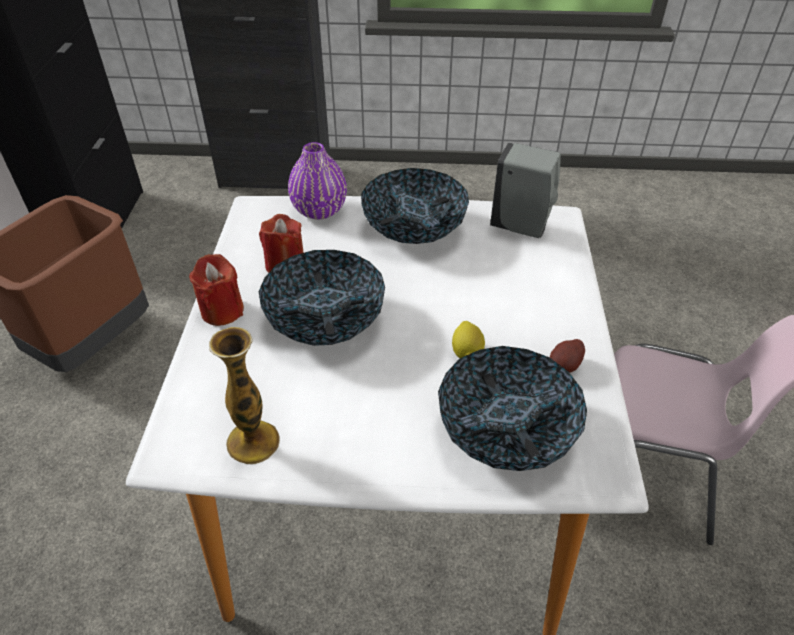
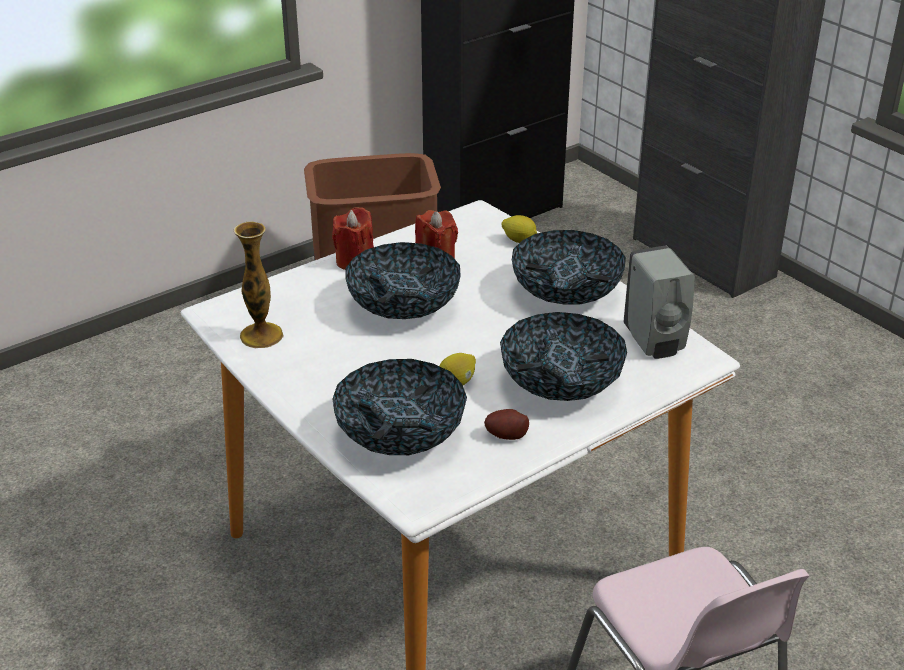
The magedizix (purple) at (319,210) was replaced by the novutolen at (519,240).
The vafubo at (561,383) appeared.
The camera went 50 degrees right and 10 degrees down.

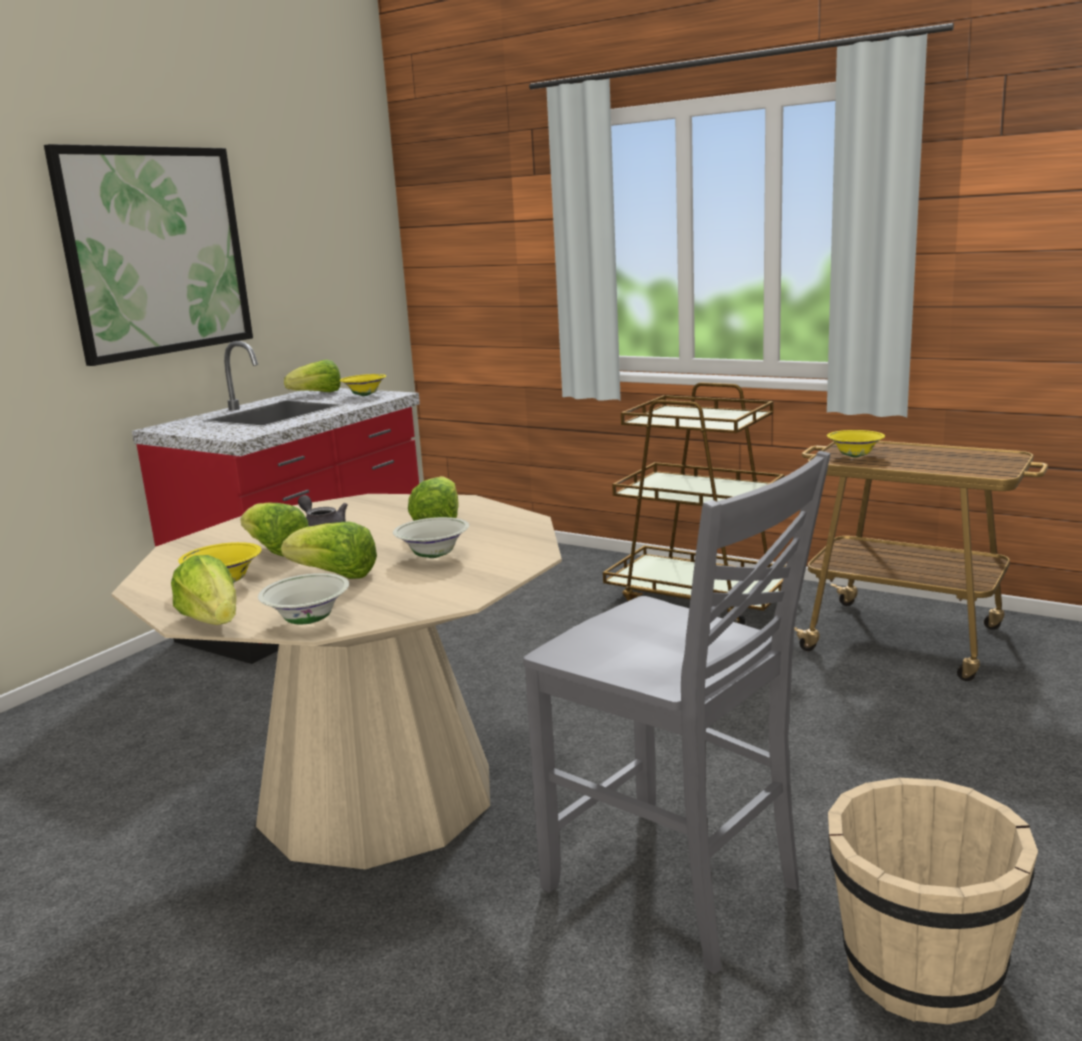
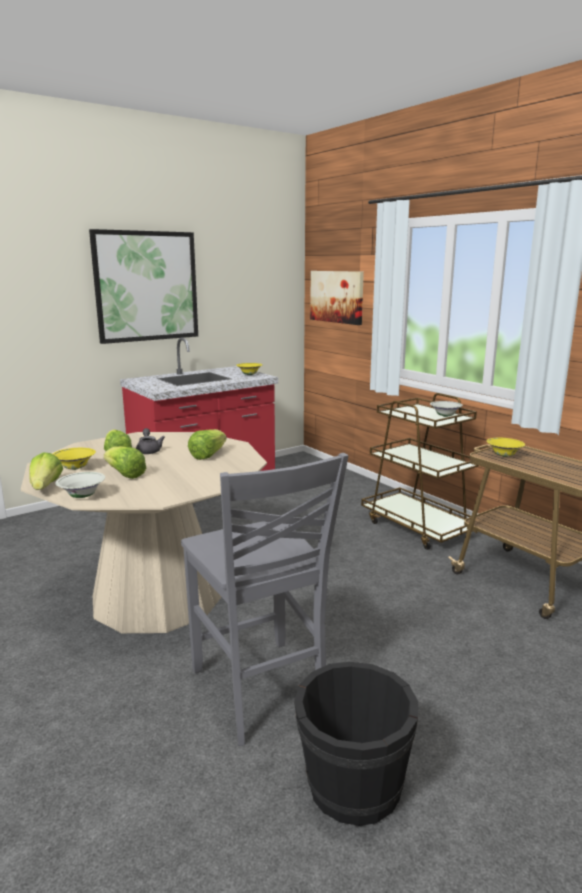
The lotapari at (317,394) disappeared.
The vafubo (white) moved from (434,556) to (445,416).
The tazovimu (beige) at (919,971) became the tazovimu (black) at (352,786).
The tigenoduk at (337,296) appeared.
The camera went 20 degrees right and 0 degrees up.

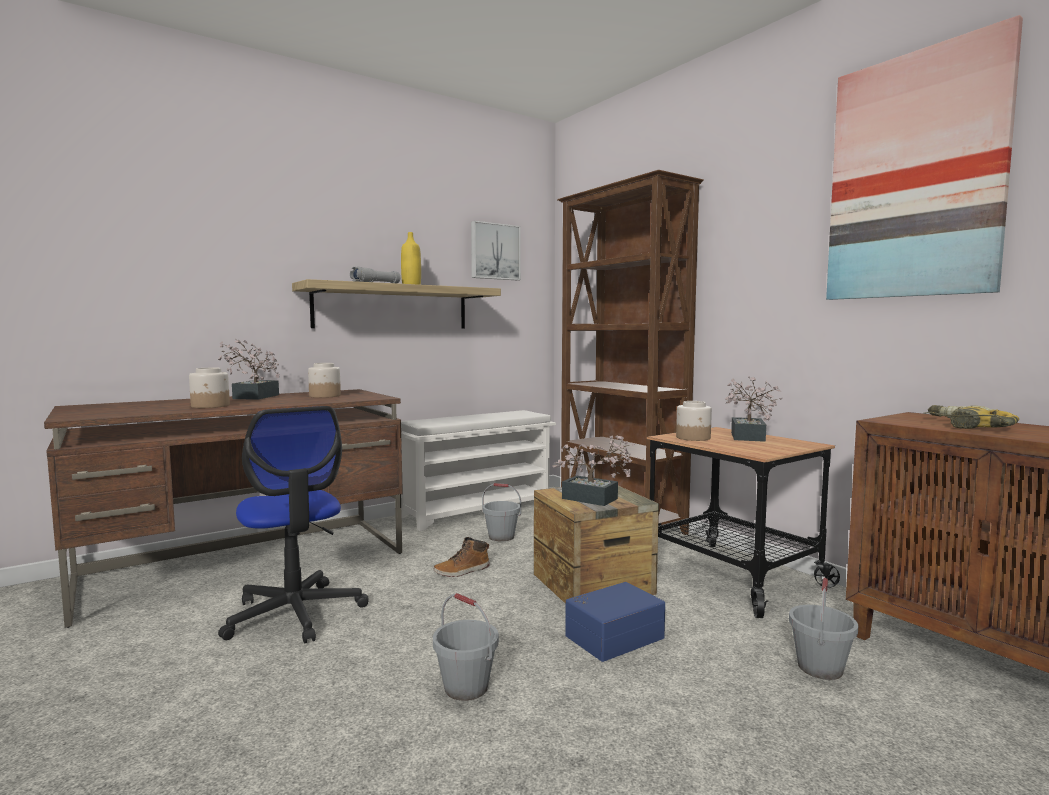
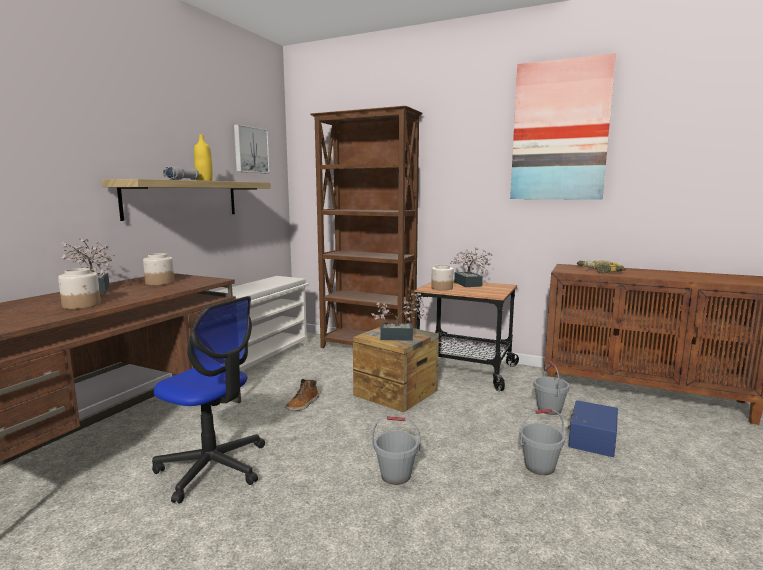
The tazovimu (grey) moved from (501,537) to (539,466).
The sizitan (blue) moved from (612,636) to (590,438).
The camera went 30 degrees left and 5 degrees up.

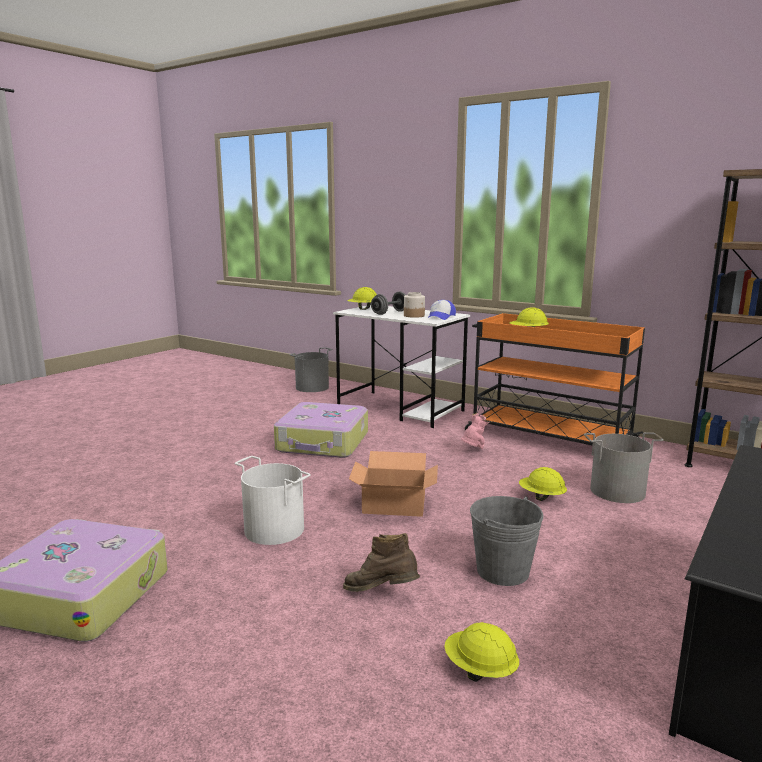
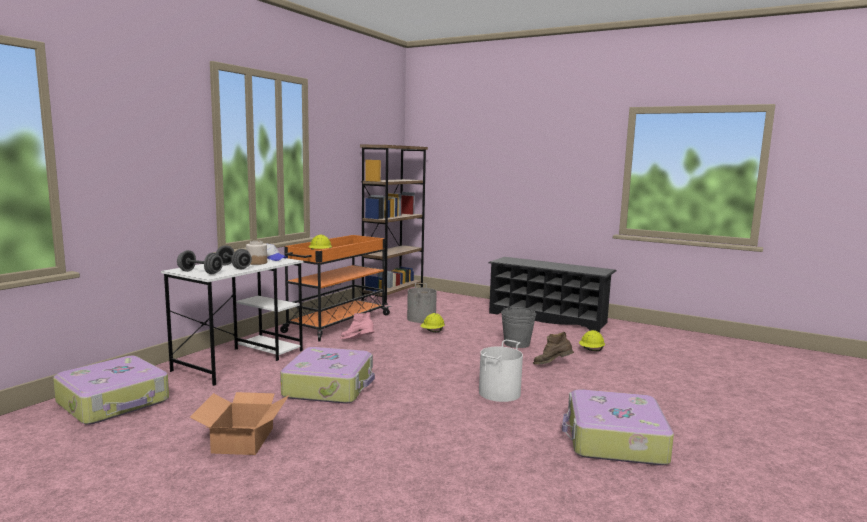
The tazovimu (grey) at (312,387) was replaced by the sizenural at (114,402).
The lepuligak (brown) at (381,593) turned 75 degrees clockwise.
The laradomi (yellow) at (363,309) was replaced by the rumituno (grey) at (200,272).
The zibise moved from (394,504) to (244,440).
The camera went 95 degrees left and 5 degrees down.

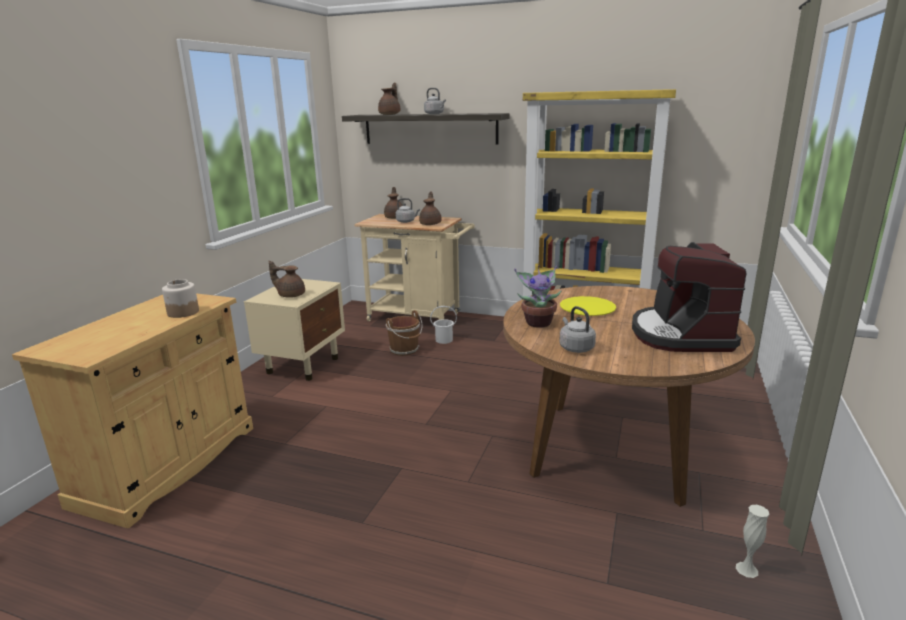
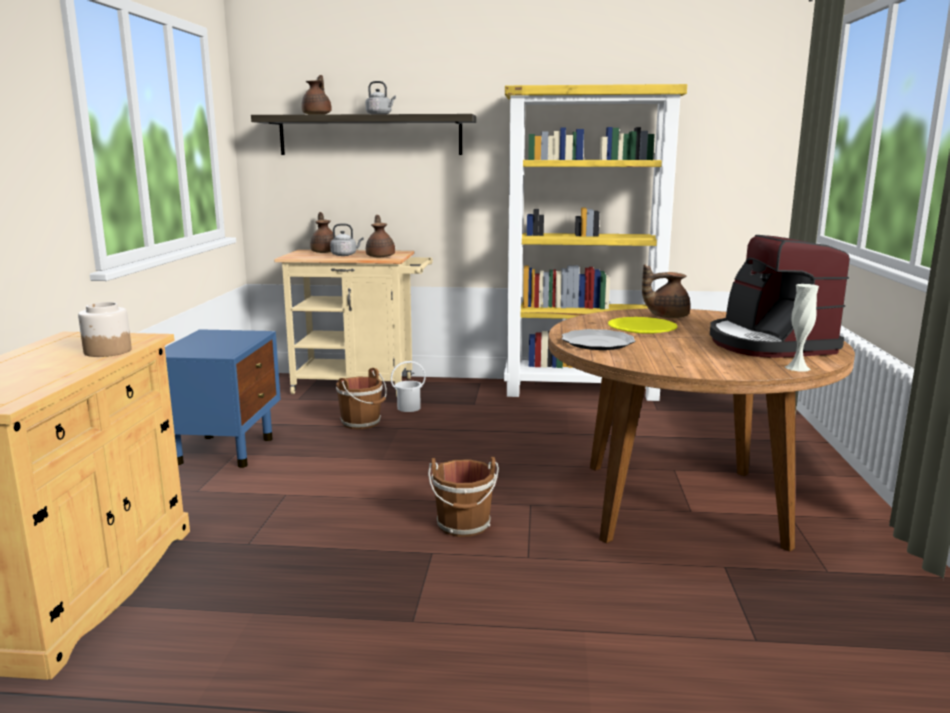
The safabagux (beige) at (303,365) became the safabagux (blue) at (225,450).
The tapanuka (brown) moved from (290,295) to (666,316).
The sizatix at (538,322) was replaced by the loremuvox at (598,342).
The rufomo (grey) at (575,348) disappeared.
The magedizix (white) moved from (746,569) to (797,368).
The tazovimu (brown) at (464,525) appeared.
The camera went 15 degrees left and 5 degrees down.

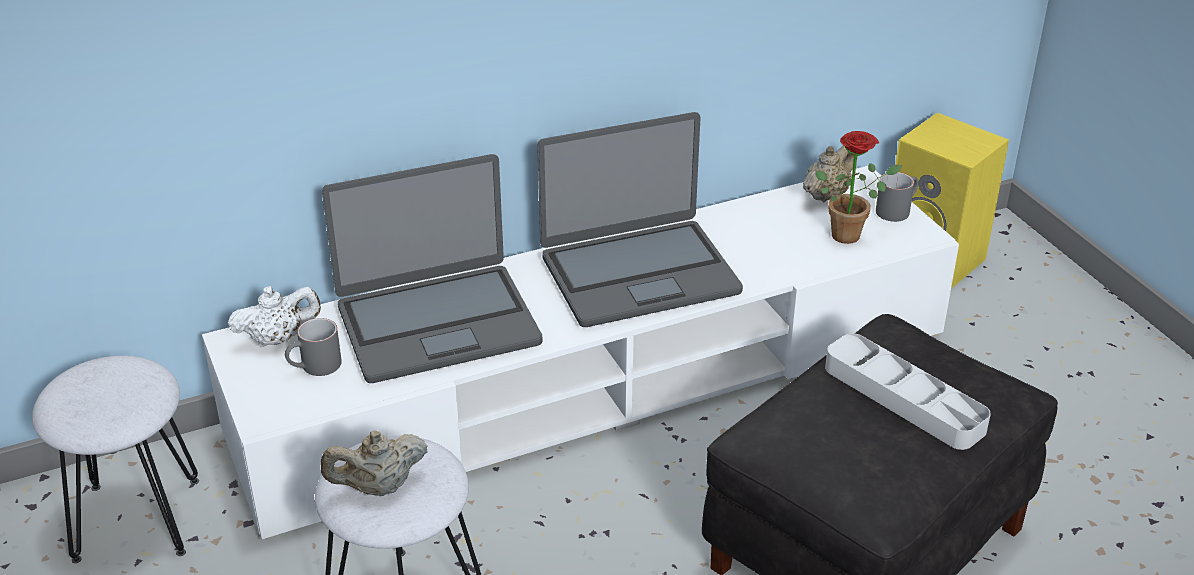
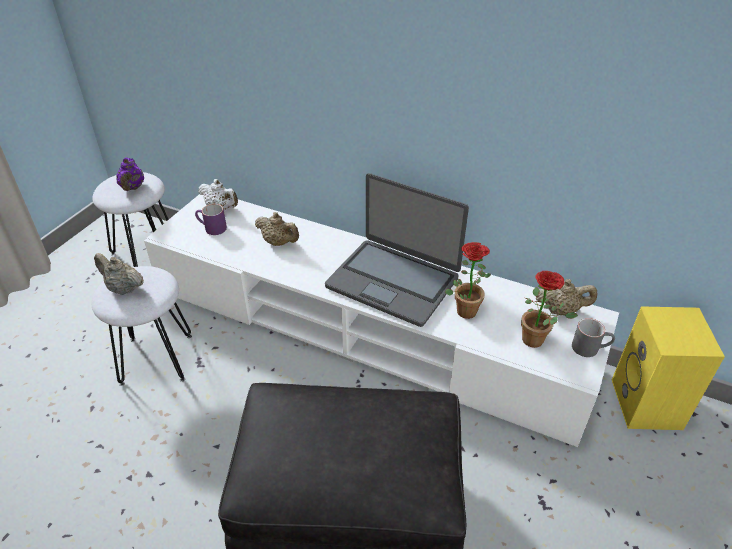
The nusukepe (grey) at (315,368) became the nusukepe (purple) at (211,228).
The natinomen at (437,323) was replaced by the tapanuka (beige) at (279,243).
The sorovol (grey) at (903,398) disappeared.
The tapanuka (purple) at (132,188) appeared.
The sizatix at (465,308) appeared.
The camera went 50 degrees right and 5 degrees up.

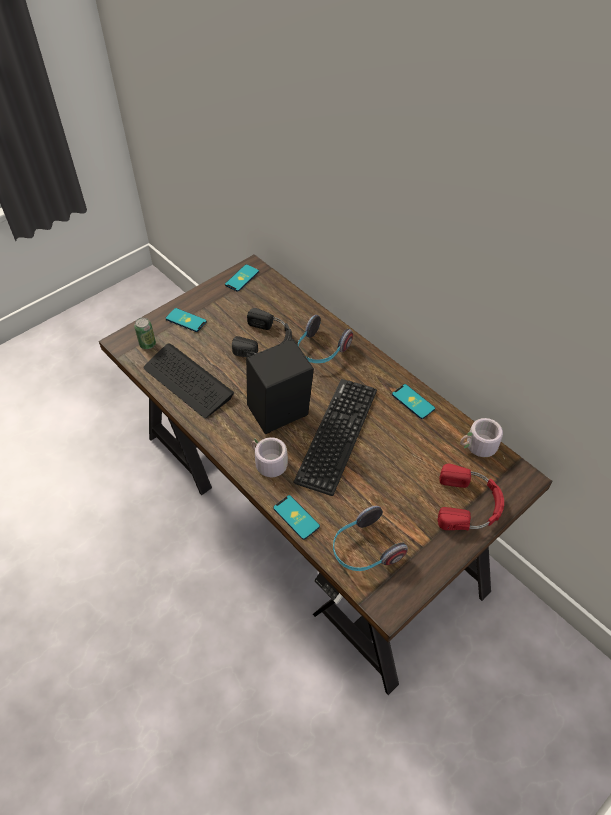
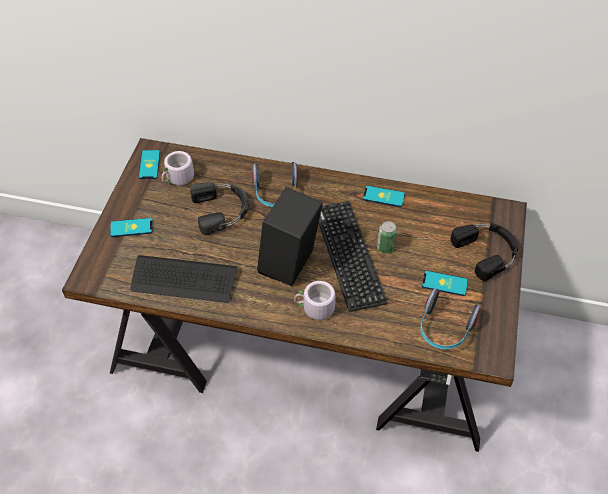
The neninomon moved from (147,344) to (385,247).
The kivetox moved from (296,517) to (444,283).
The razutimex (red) at (469,504) became the razutimex (black) at (487,251).
The nusukepe (grey) moved from (478,448) to (179,179).
The camera went 35 degrees left and 0 degrees up.

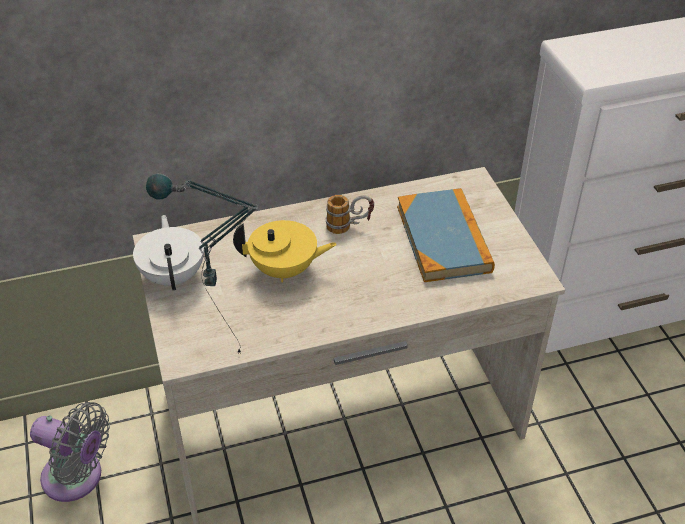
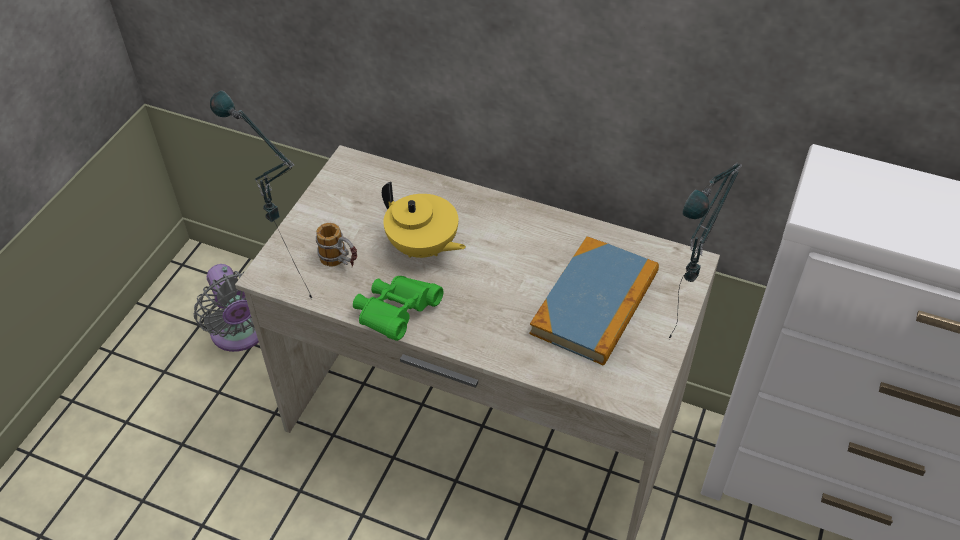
The tapanuka (white) at (173,275) disappeared.
The nusukepe moved from (349,227) to (341,263).
The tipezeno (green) at (396,314) appeared.
The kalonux at (674,353) appeared.
The camera went 40 degrees right and 5 degrees up.

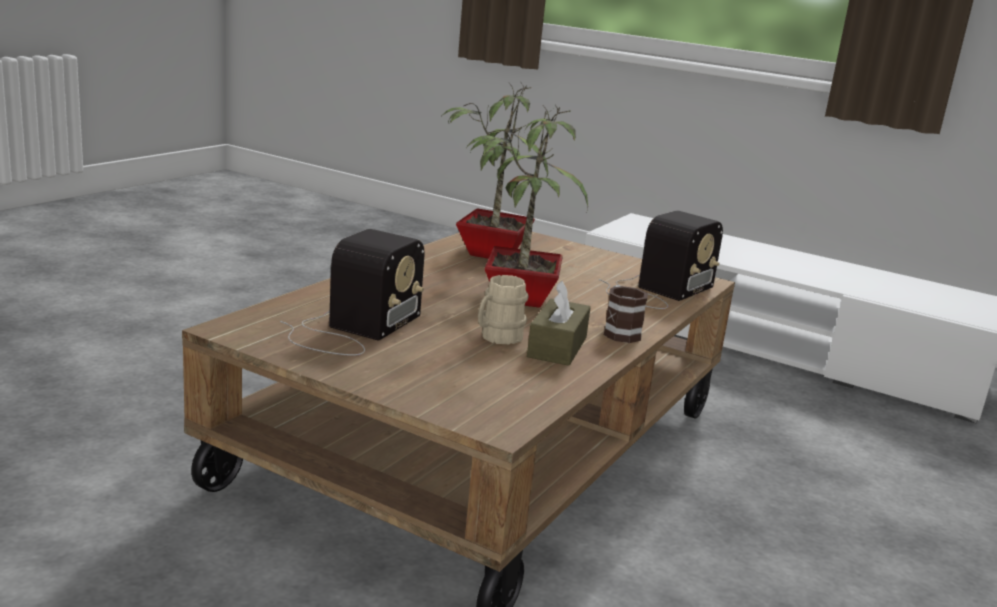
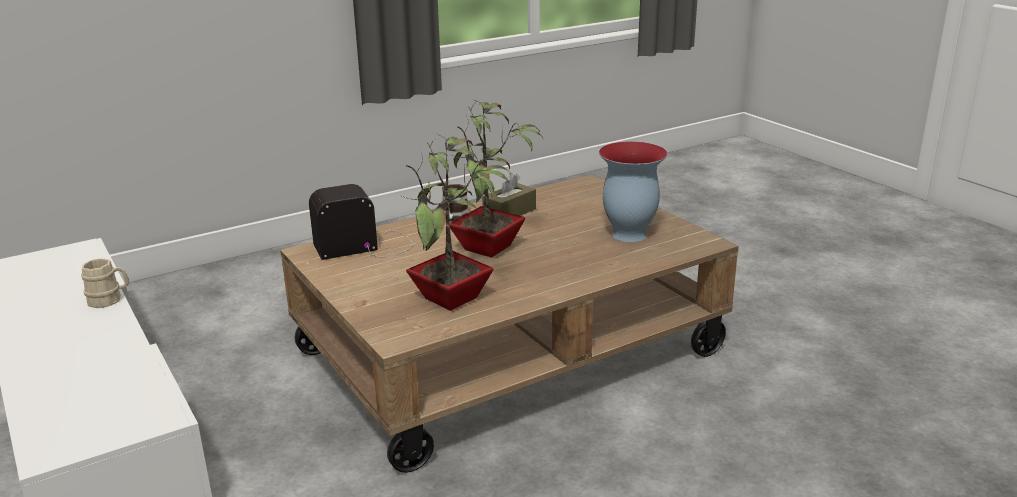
The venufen at (352,329) was replaced by the magedizix at (629,235).
The nusukepe (beige) moved from (497,337) to (109,300).
The camera went 150 degrees left and 5 degrees up.

